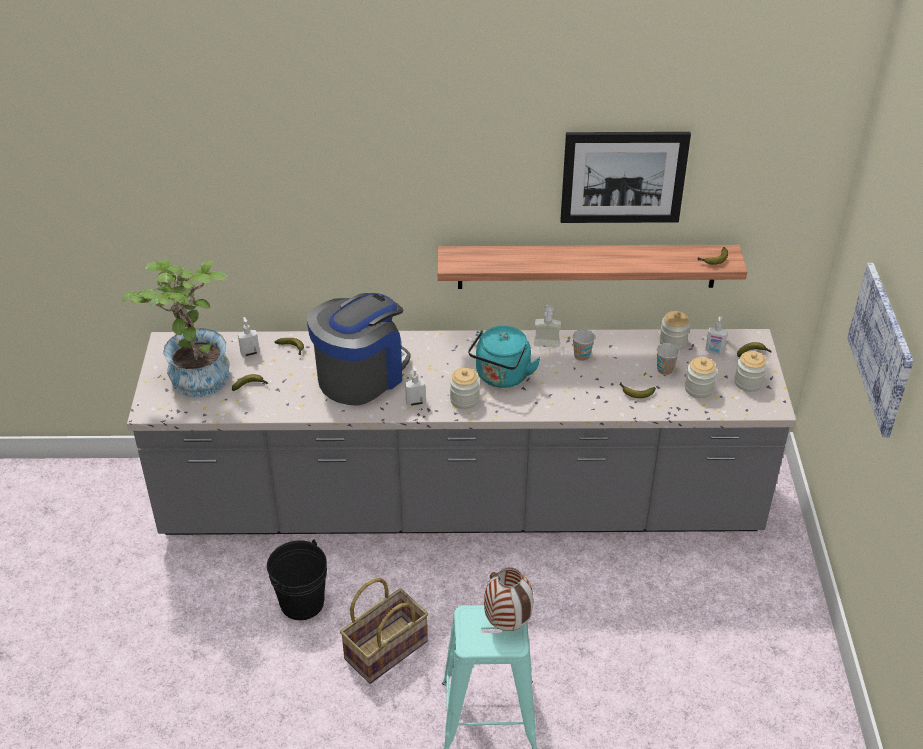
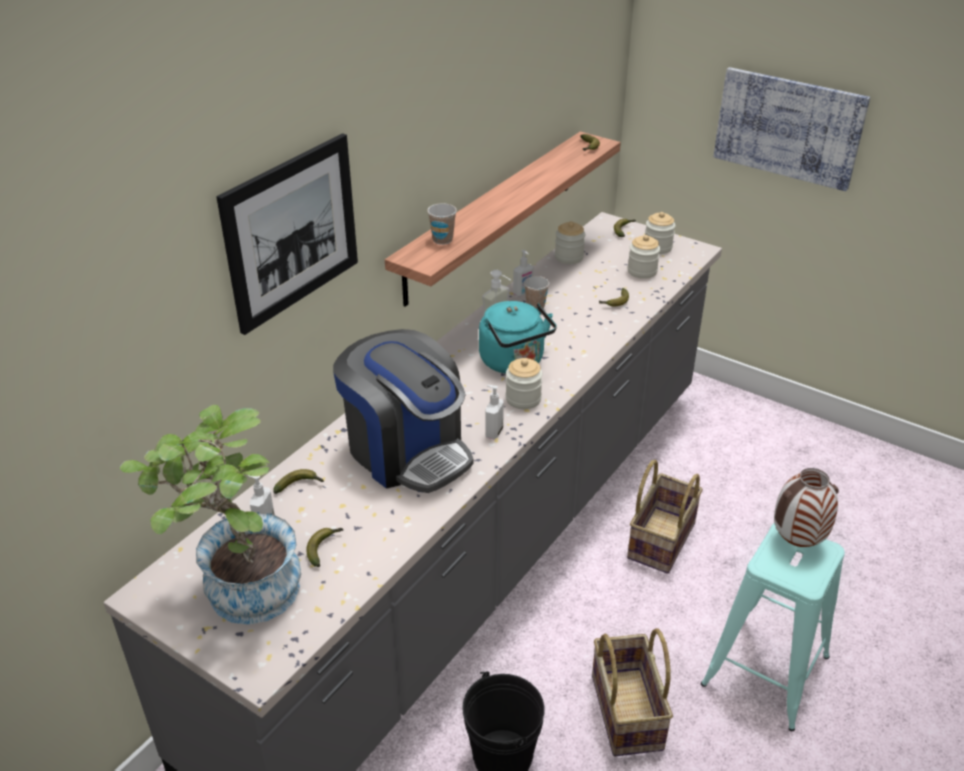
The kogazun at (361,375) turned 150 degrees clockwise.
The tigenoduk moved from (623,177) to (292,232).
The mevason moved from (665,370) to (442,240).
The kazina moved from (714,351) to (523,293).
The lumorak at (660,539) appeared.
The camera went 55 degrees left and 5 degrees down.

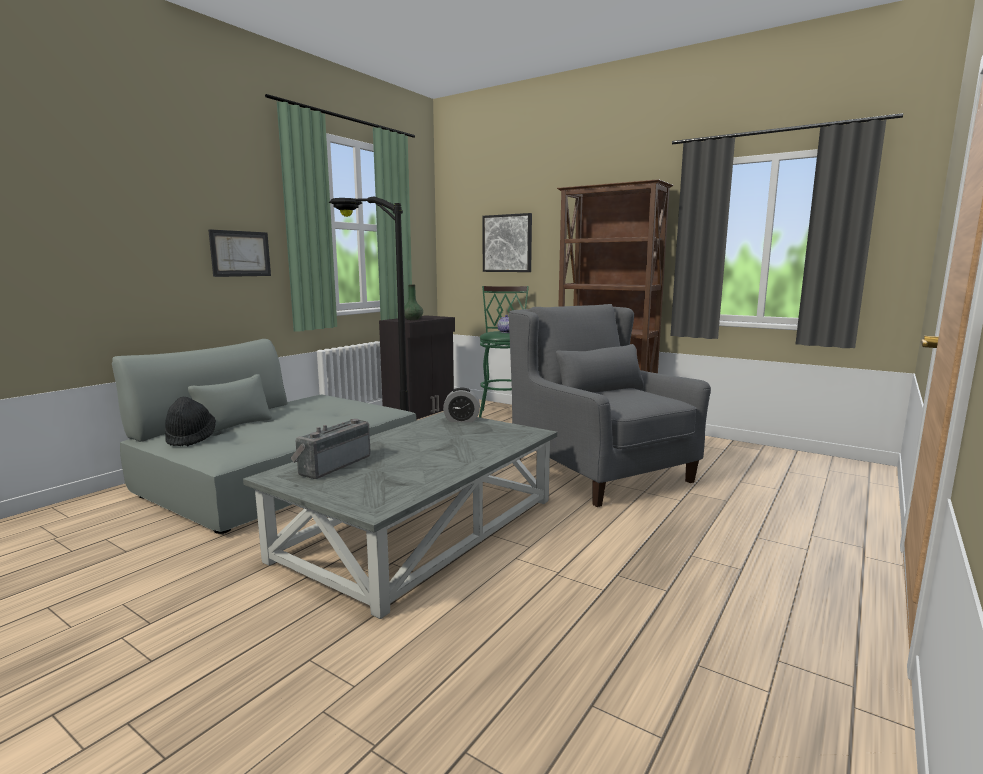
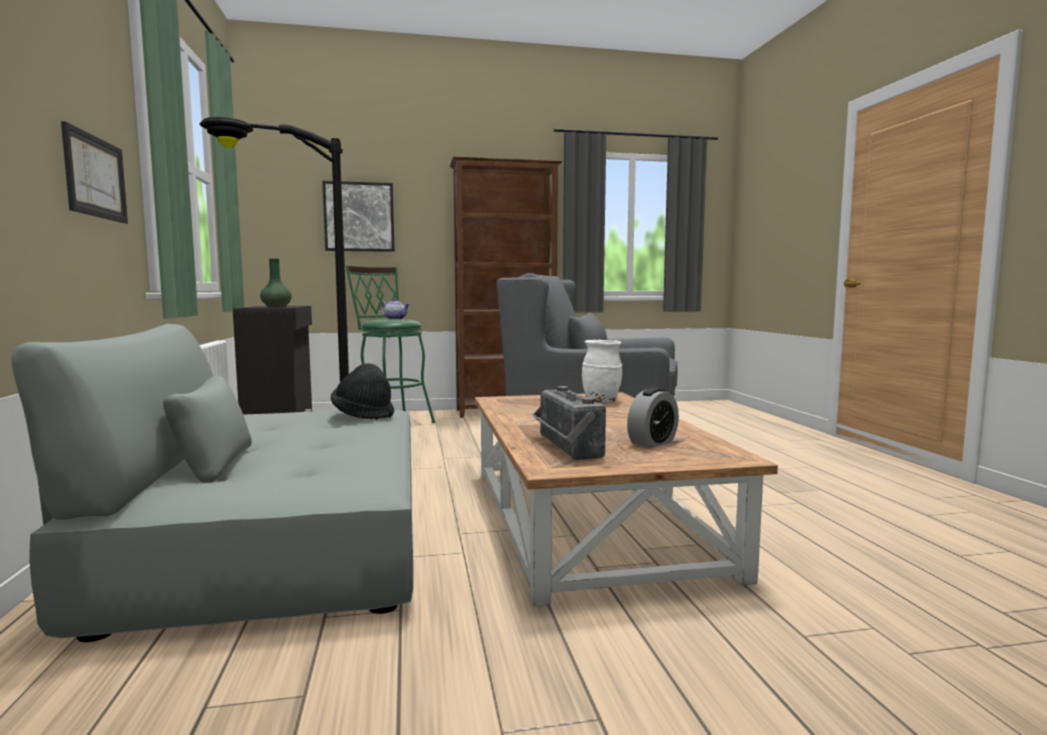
The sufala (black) moved from (191,438) to (363,415).
The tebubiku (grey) at (421,527) became the tebubiku (brown) at (585,517).
The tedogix moved from (461,420) to (652,443).
The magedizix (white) at (601,401) appeared.
The camera went 45 degrees left and 5 degrees down.

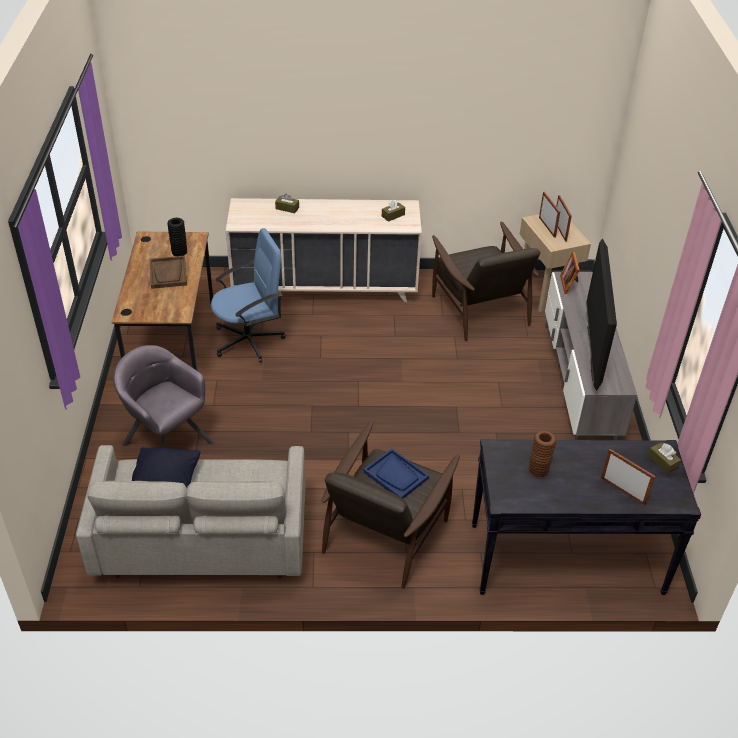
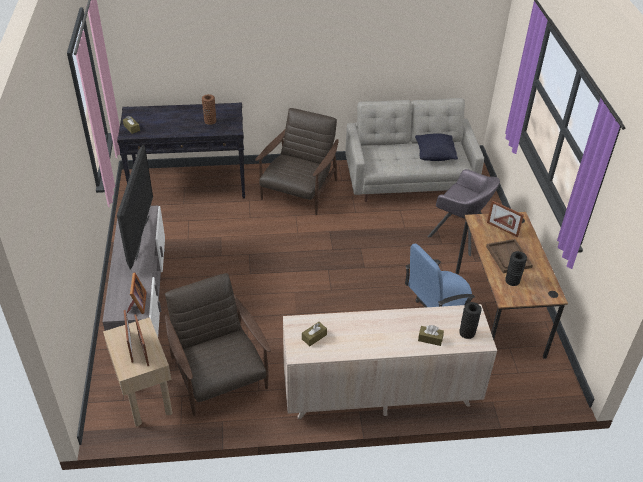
The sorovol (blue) at (396,475) disappeared.
The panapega moved from (623,491) to (502,229).
The magedizix (black) at (467,333) appeared.
The camera went 175 degrees right and 0 degrees up.

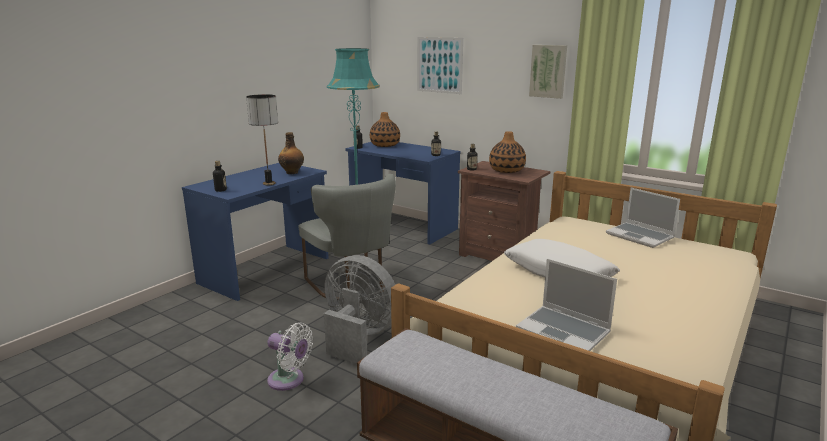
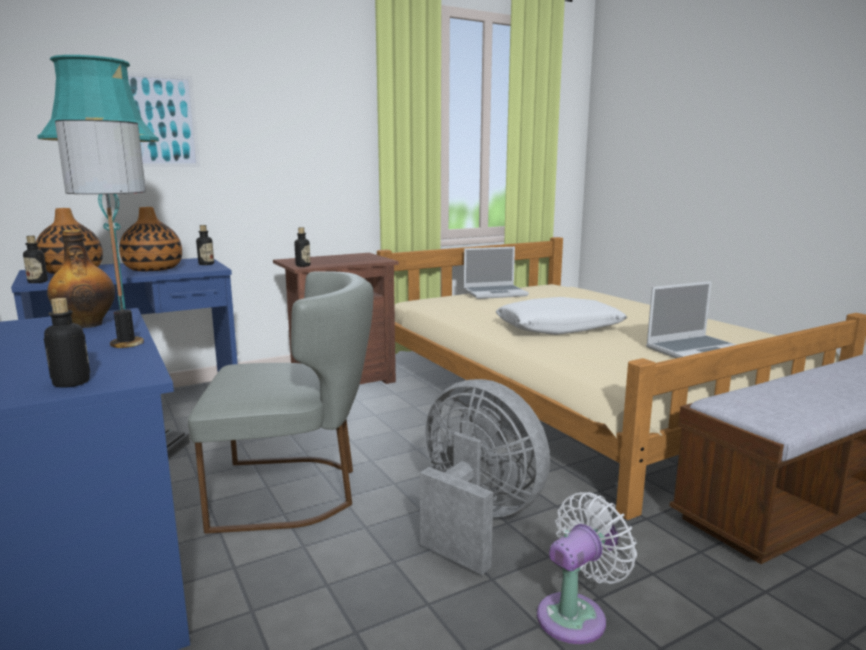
The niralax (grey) at (358,337) turned 75 degrees clockwise.
The magedizix moved from (507,170) to (153,269).
The tigenoduk at (548,71) disappeared.
The camera went 65 degrees left and 5 degrees down.

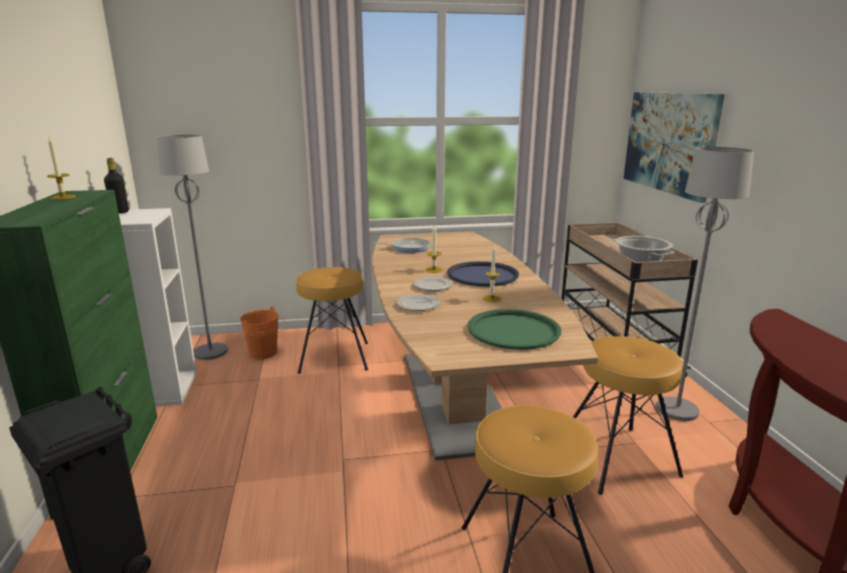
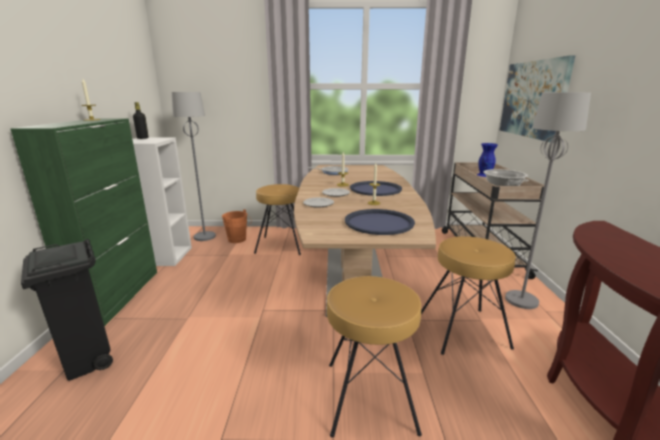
The sorovol (green) at (513,330) became the sorovol (blue) at (379,223).
The magedizix (blue) at (484,175) appeared.
The camera went 10 degrees right and 0 degrees up.

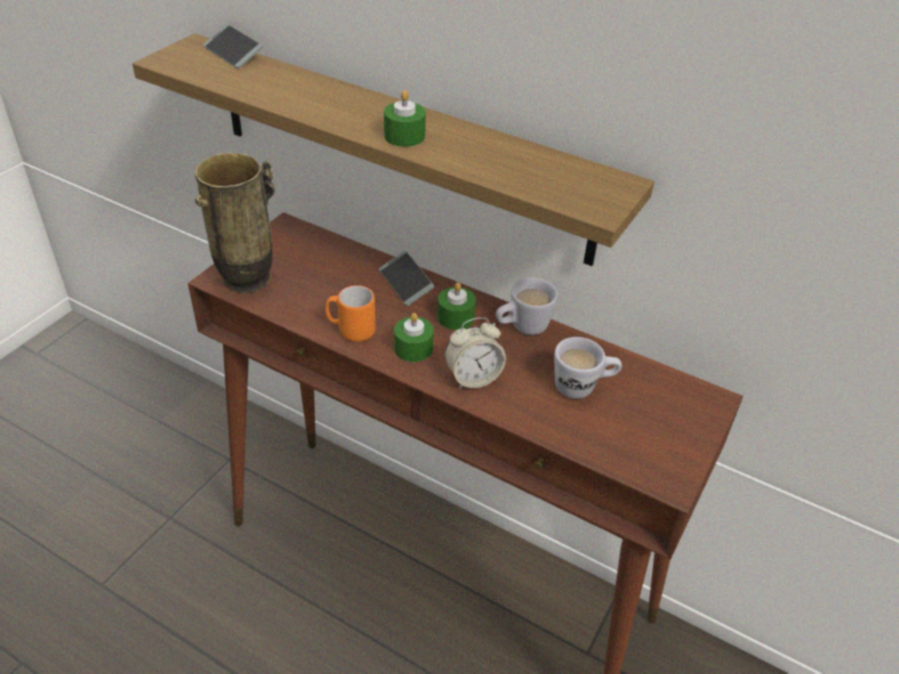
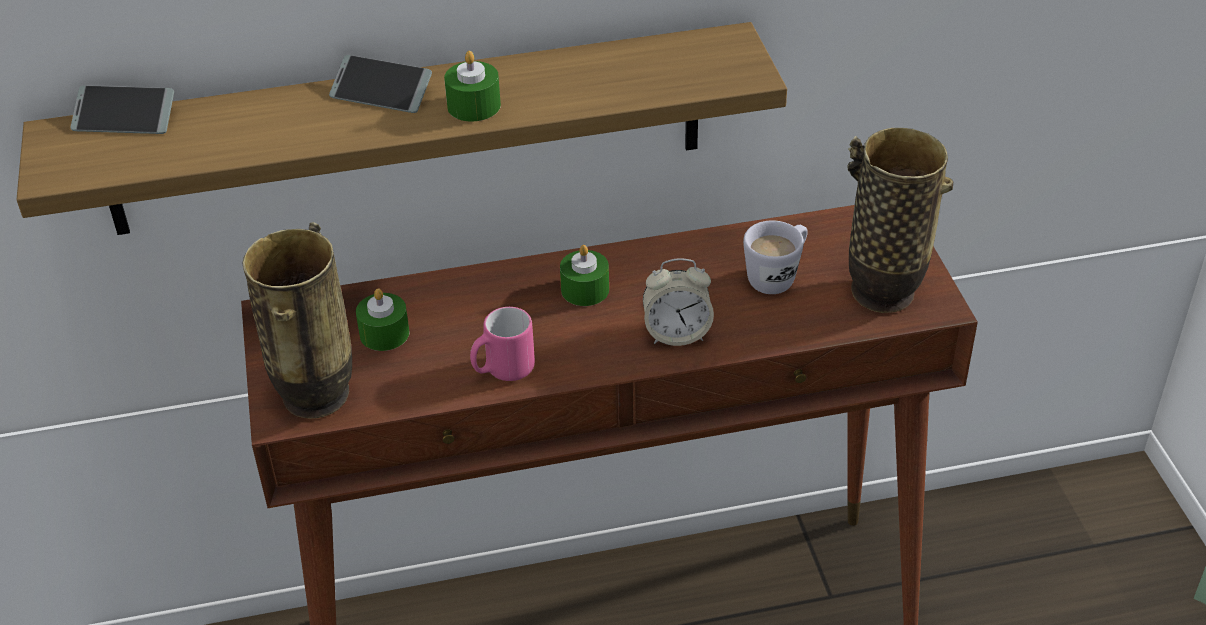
The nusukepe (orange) at (350,330) became the nusukepe (pink) at (503,370).
The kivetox moved from (406,283) to (381,93).
The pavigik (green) moved from (413,348) to (384,333).
The tedogix at (473,377) turned 60 degrees clockwise.
The nusukepe (white) at (522,328) disappeared.
The magedizix at (883,292) appeared.
The camera went 40 degrees left and 0 degrees up.

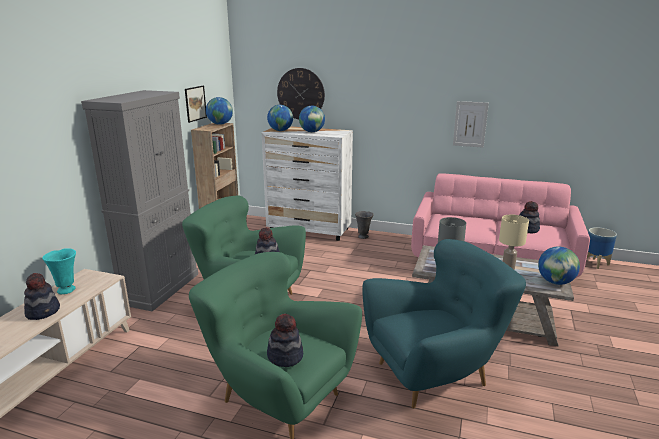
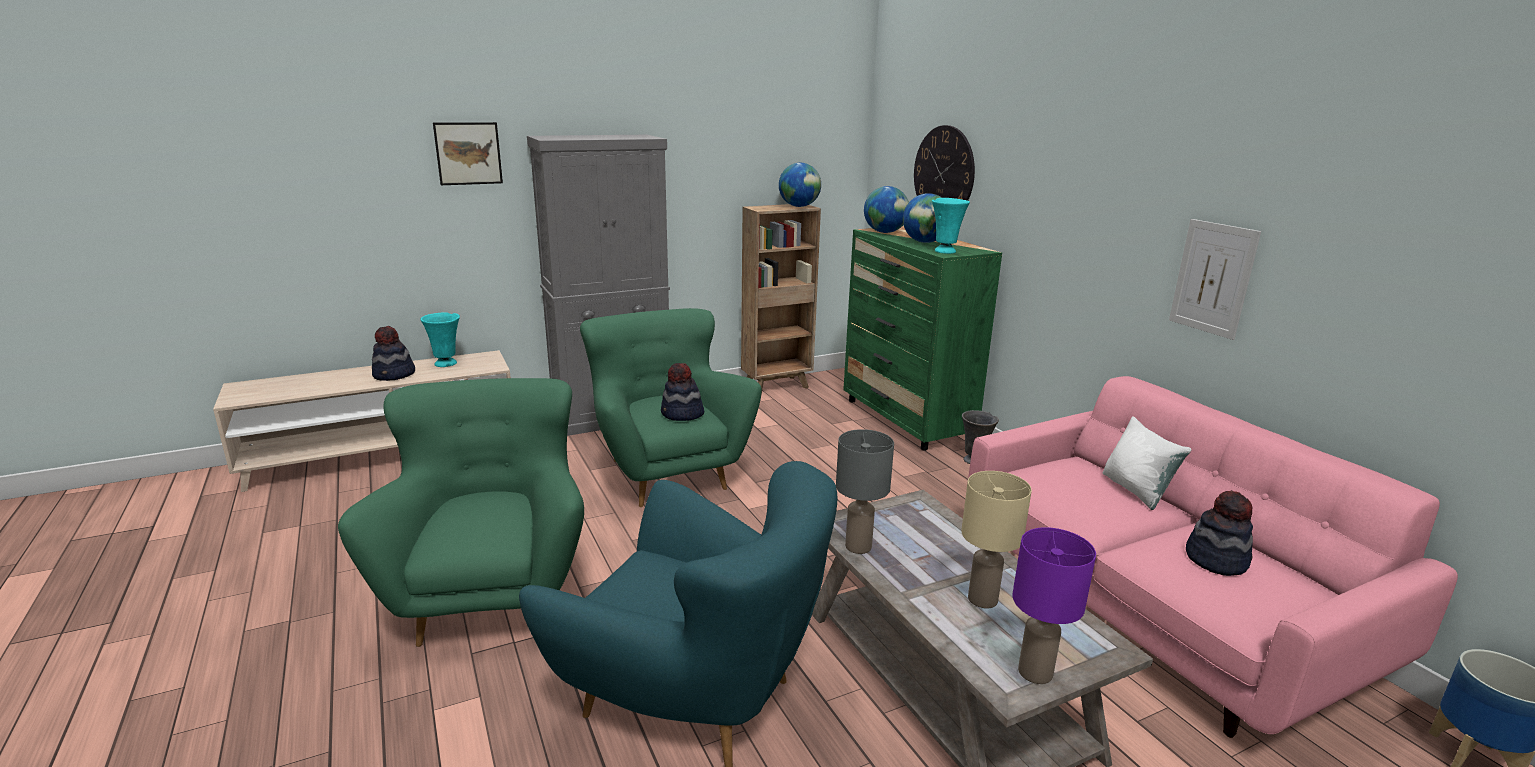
The tigenoduk moved from (195,103) to (468,153).
The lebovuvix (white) at (309,230) became the lebovuvix (green) at (906,420).
The sufala at (285,356) disappeared.
The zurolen at (555,282) was replaced by the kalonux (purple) at (1034,673).
The magedizix (turquoise) at (945,251) appeared.
The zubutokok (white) at (1136,491) appeared.
The camera went 45 degrees right and 0 degrees up.

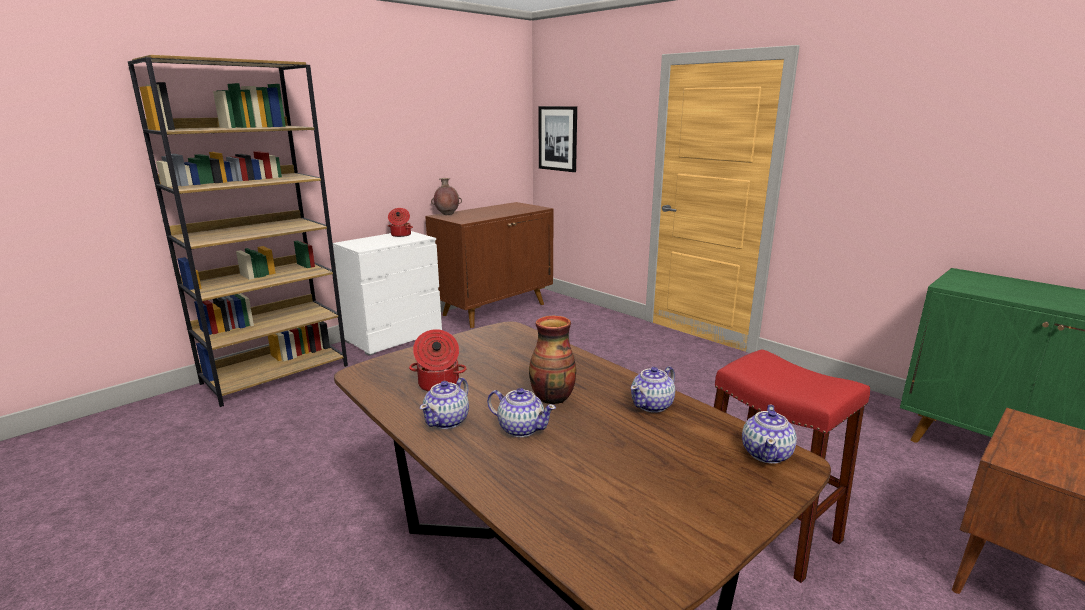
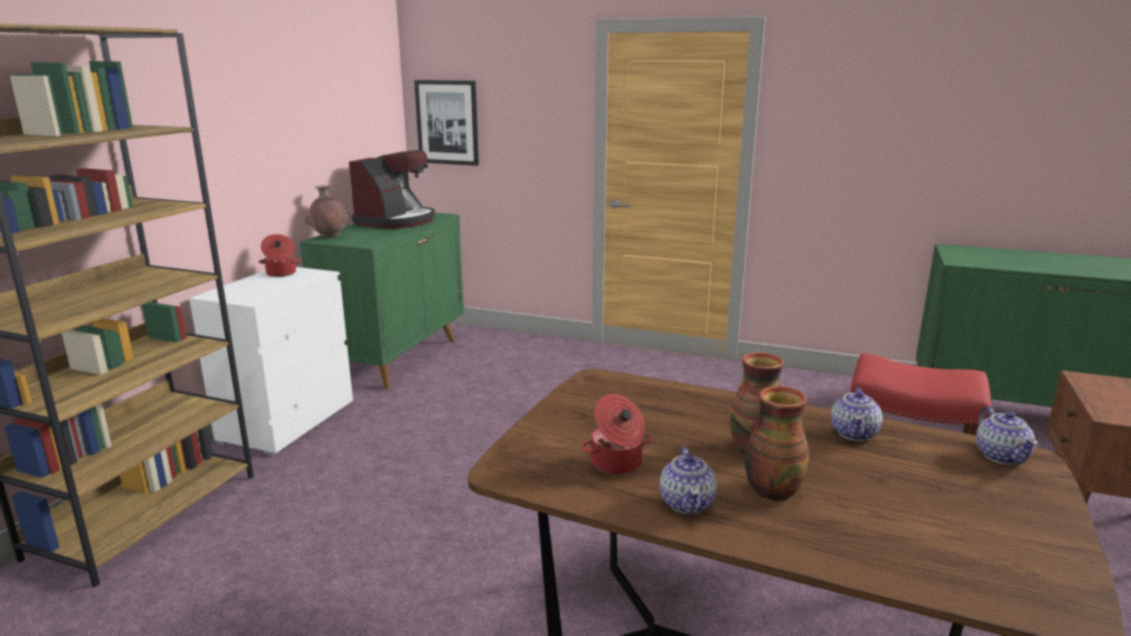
The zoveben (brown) at (495,309) became the zoveben (green) at (397,358).
The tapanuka at (520,428) was replaced by the magedizix at (771,490).
The kogazun at (396,221) appeared.
The camera went 25 degrees left and 0 degrees up.

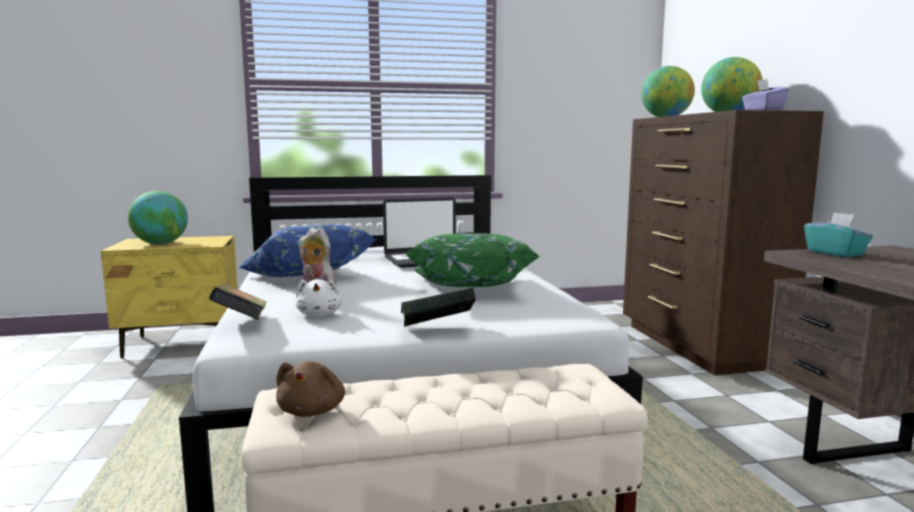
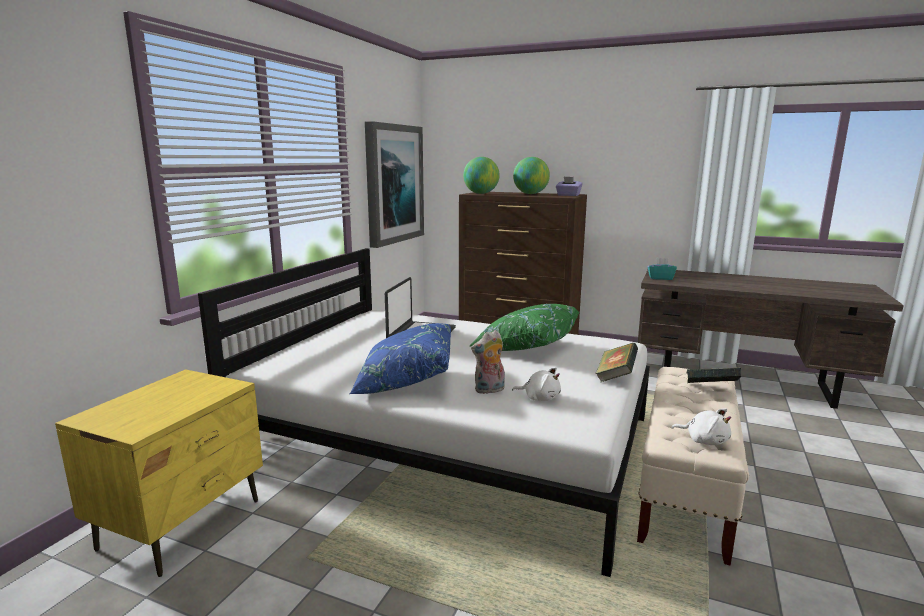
The zurolen at (160,244) disappeared.
The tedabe moved from (241,323) to (710,390).
The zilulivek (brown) at (313,411) became the zilulivek (white) at (704,440).
The tigenoduk at (393,184) appeared.
The camera went 55 degrees left and 5 degrees up.

